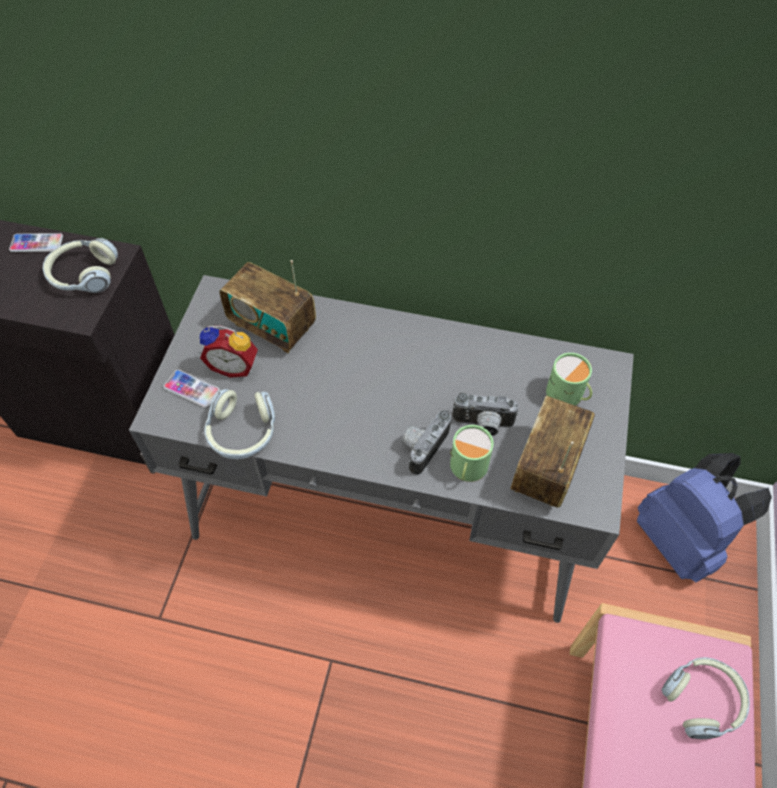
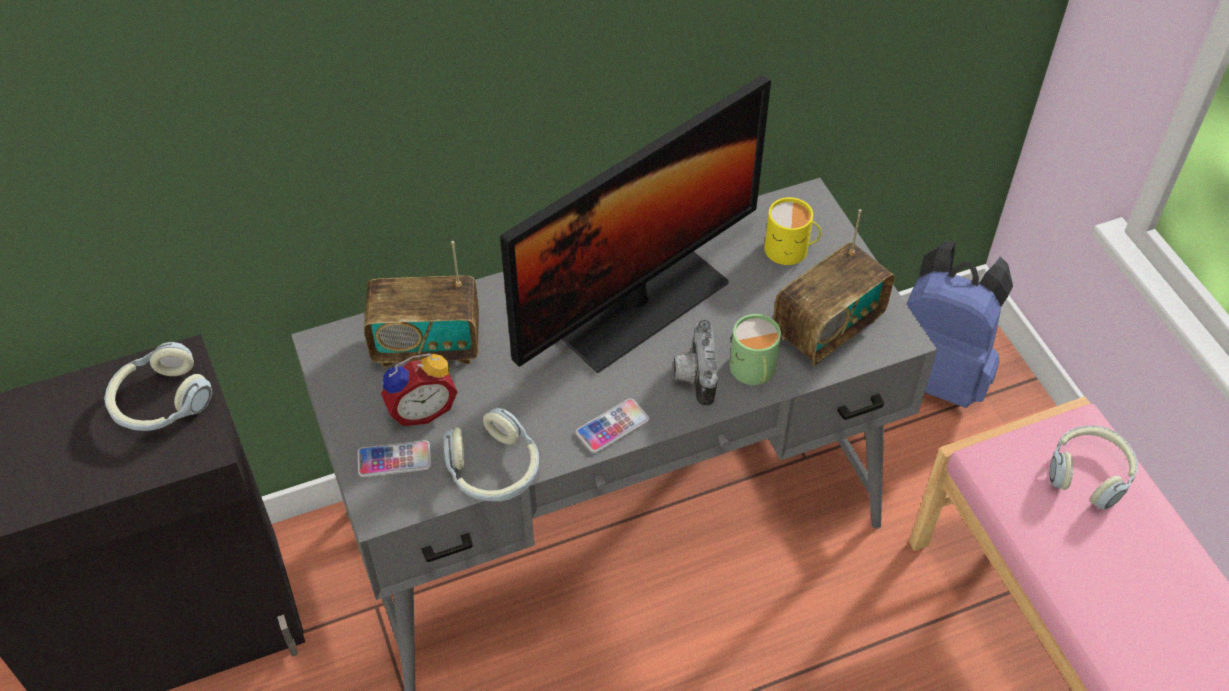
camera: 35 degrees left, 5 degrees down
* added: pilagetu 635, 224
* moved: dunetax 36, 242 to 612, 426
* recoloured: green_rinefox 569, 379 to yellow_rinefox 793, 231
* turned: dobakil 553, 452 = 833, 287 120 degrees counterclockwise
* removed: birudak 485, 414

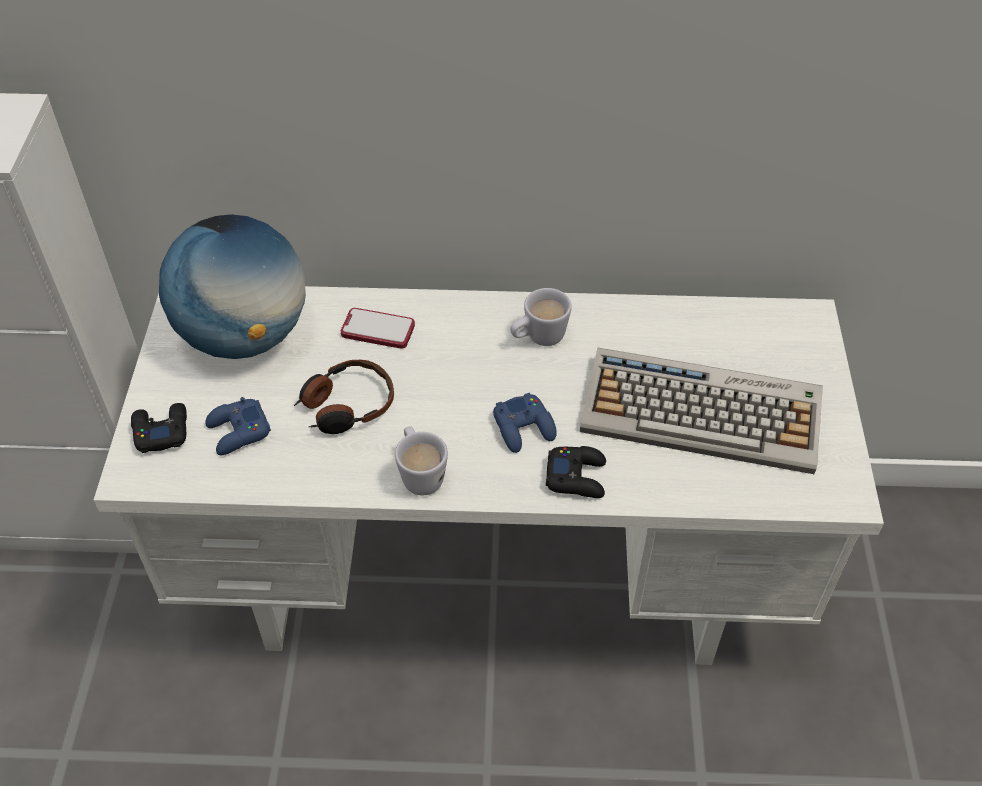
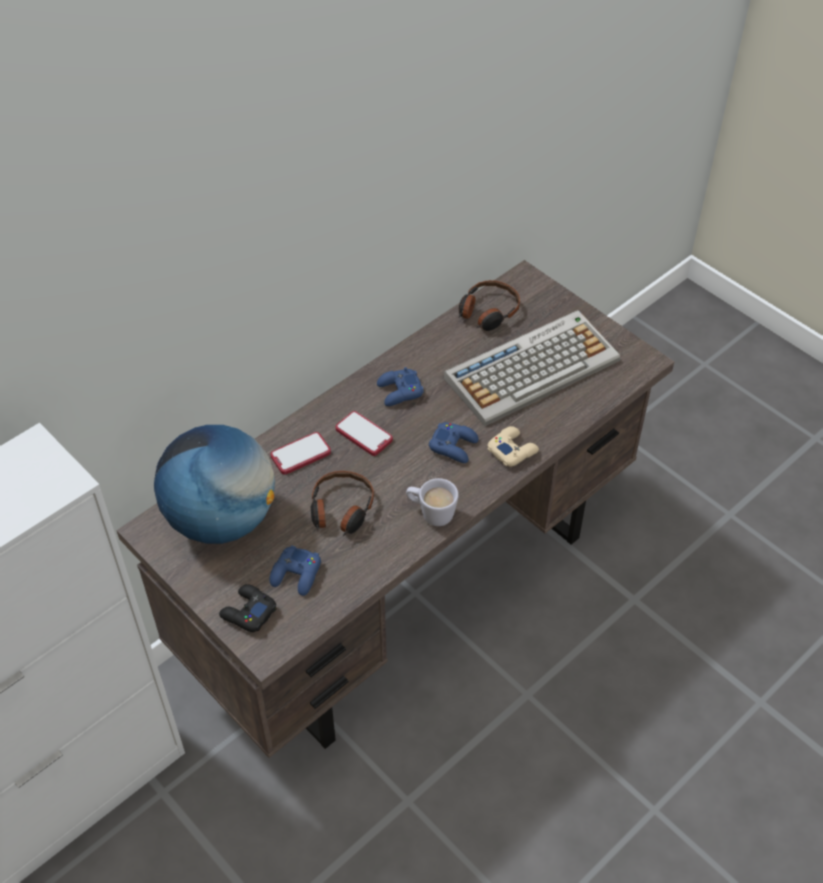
camera: 45 degrees left, 0 degrees up
* recoloured: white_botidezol 489, 475 to brown_botidezol 395, 509
* added: dunetax 364, 433
* replaced: white_rinefox 541, 317 to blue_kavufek 400, 386
* added: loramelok 489, 305
* recoloured: black_kavufek 576, 472 to beige_kavufek 513, 446

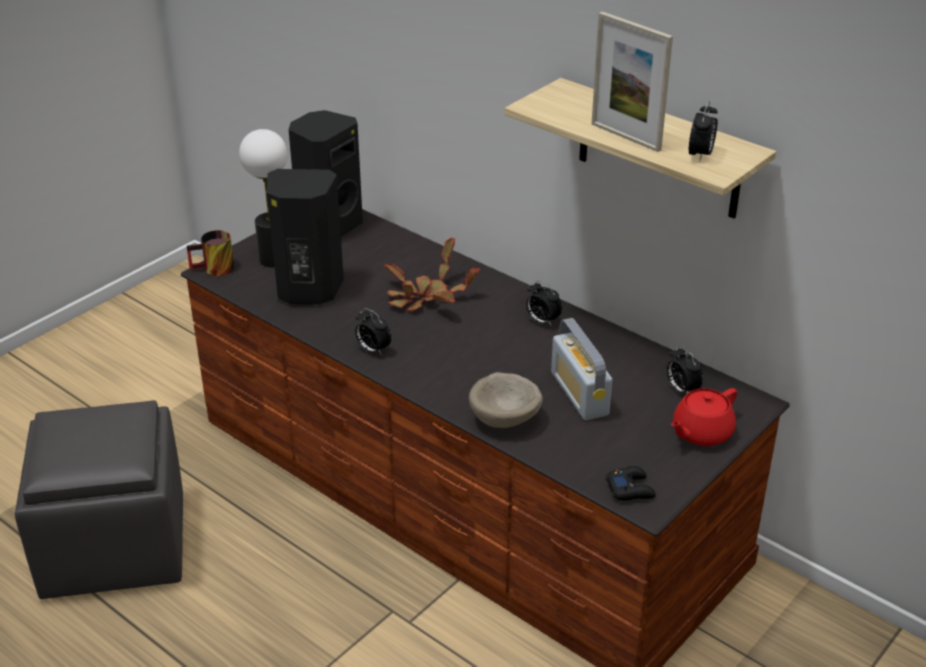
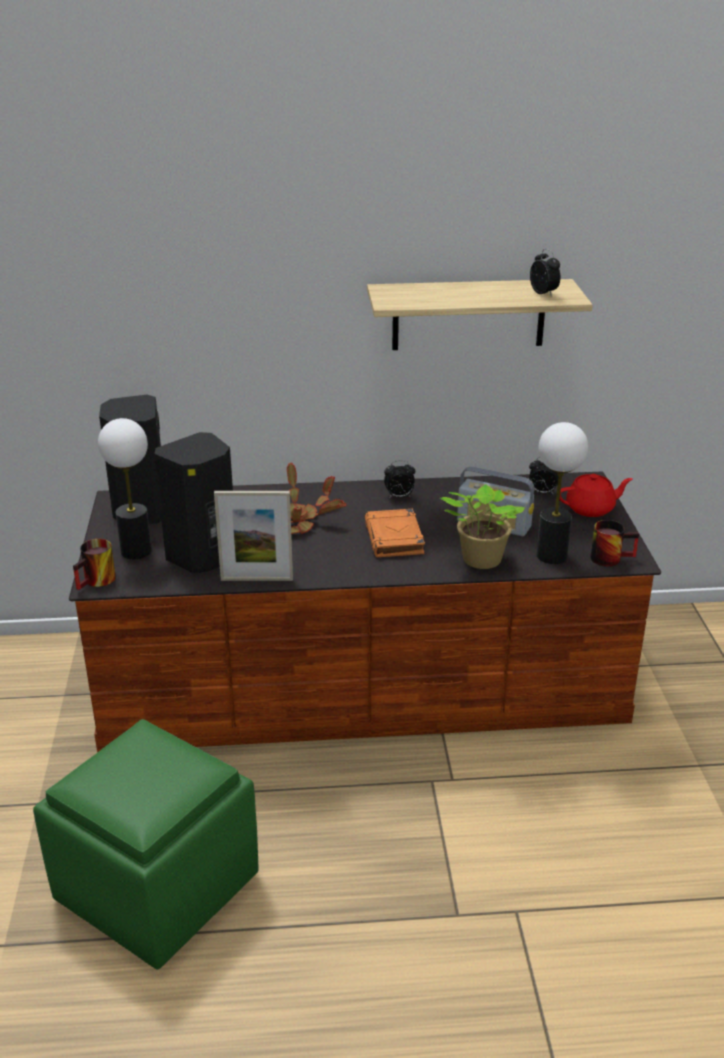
camera: 45 degrees left, 5 degrees down
* recoloured: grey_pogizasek 99, 499 to green_pogizasek 146, 844
* moved: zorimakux 632, 82 to 253, 536
* added: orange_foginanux 395, 533
* replaced: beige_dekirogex 506, 400 to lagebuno 482, 526
* added: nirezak 562, 493
* turned: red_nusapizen 704, 417 = 596, 495 105 degrees counterclockwise
* replaced: black_kavufek 631, 483 to rinefox 614, 543
* removed: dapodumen 373, 332

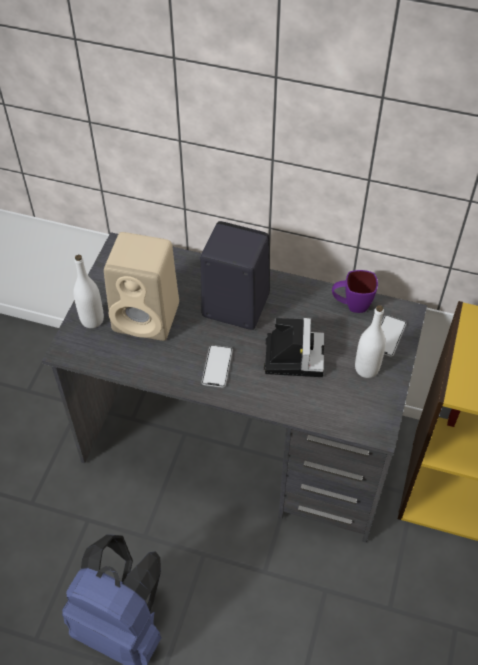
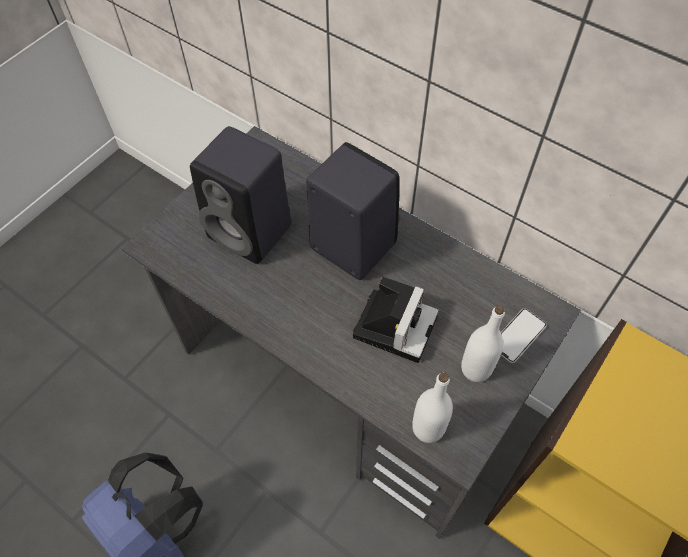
camera: 20 degrees right, 5 degrees up
* recoloured: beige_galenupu 141, 286 to black_galenupu 241, 195
* moved: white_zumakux 88, 291 to 432, 407
* removed: dunetax 217, 366
* removed: purple_rinefox 355, 291

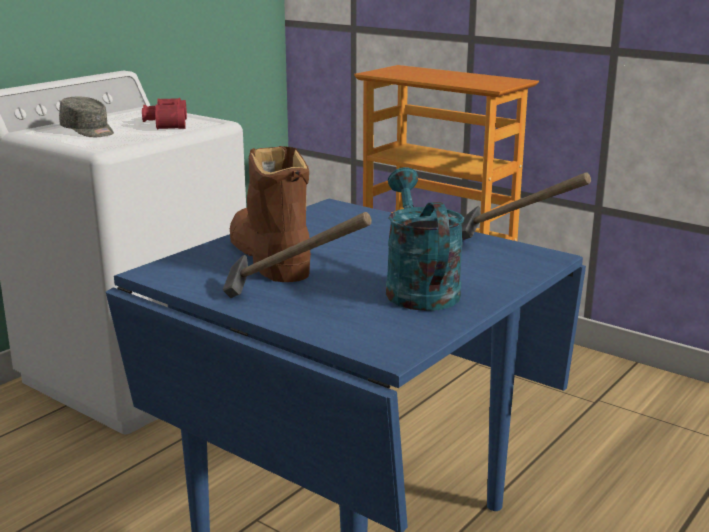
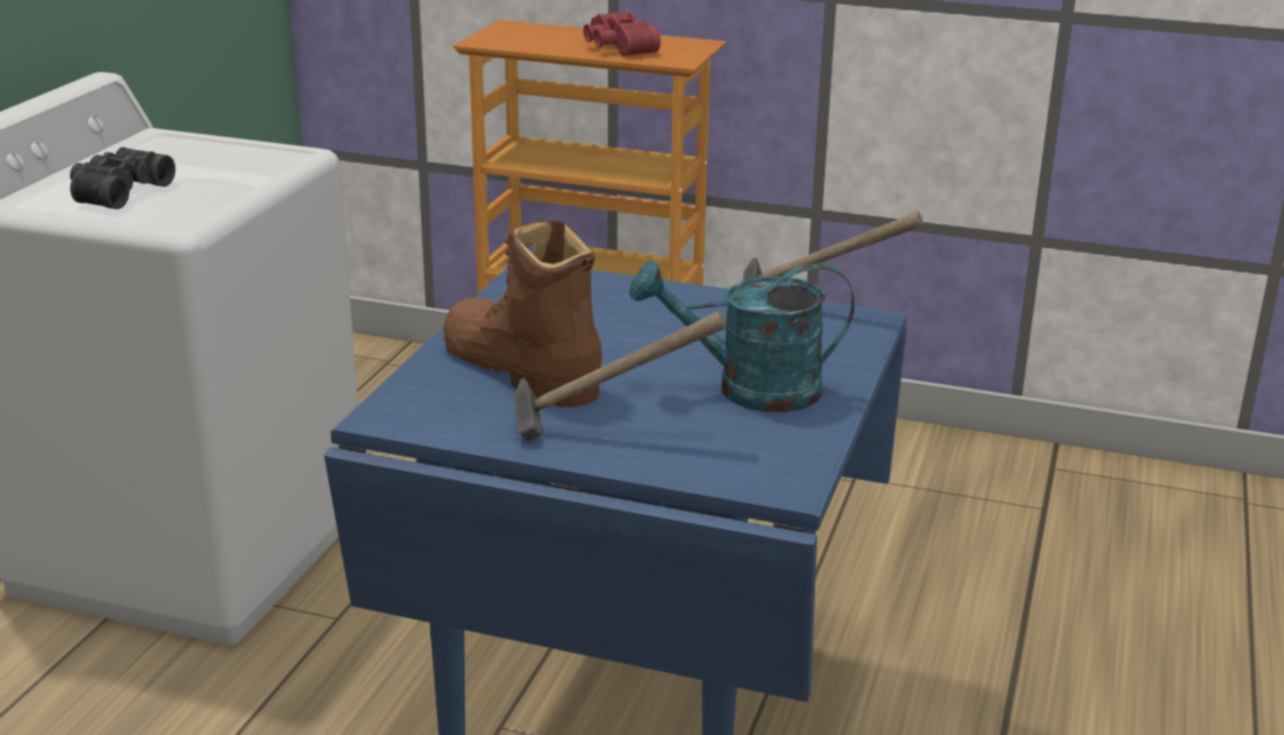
camera: 20 degrees left, 5 degrees up
* replaced: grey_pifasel 86, 117 to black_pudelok 123, 178
* moved: red_pudelok 164, 113 to 622, 33
* turned: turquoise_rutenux 425, 239 = 742, 336 60 degrees counterclockwise

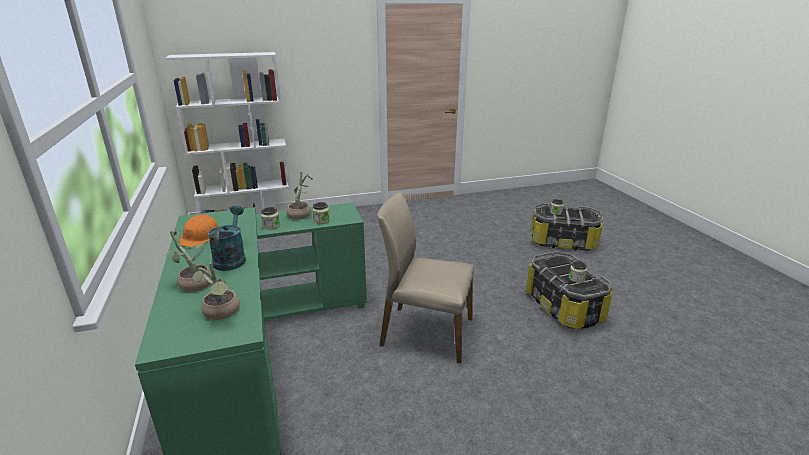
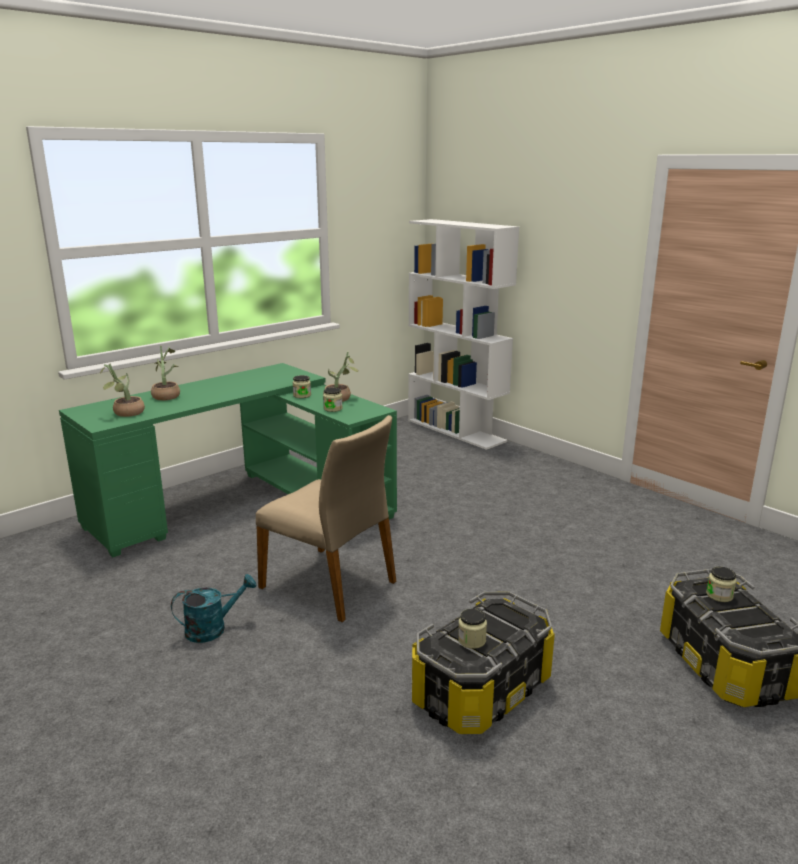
camera: 65 degrees right, 5 degrees down
* moved: turquoise_rutenux 227, 238 to 214, 608
* turned: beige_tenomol 425, 278 = 326, 518 135 degrees clockwise
* removed: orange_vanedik 199, 230

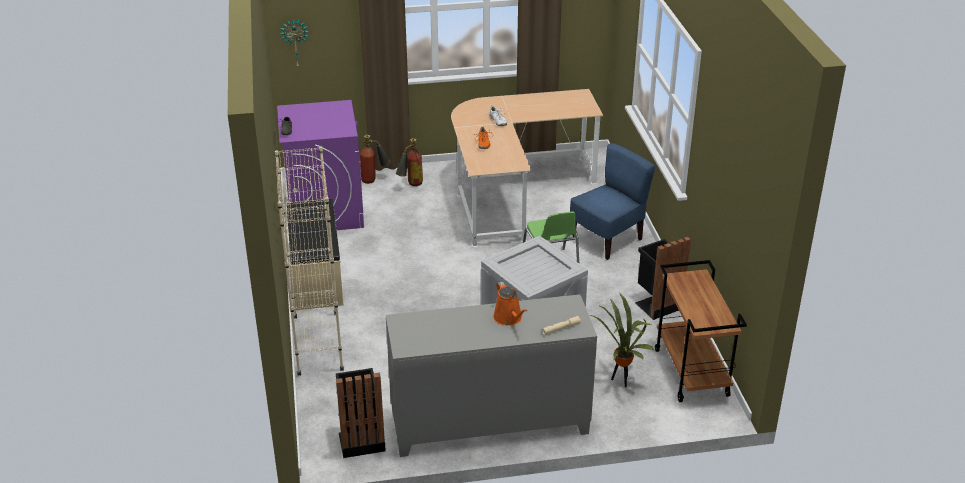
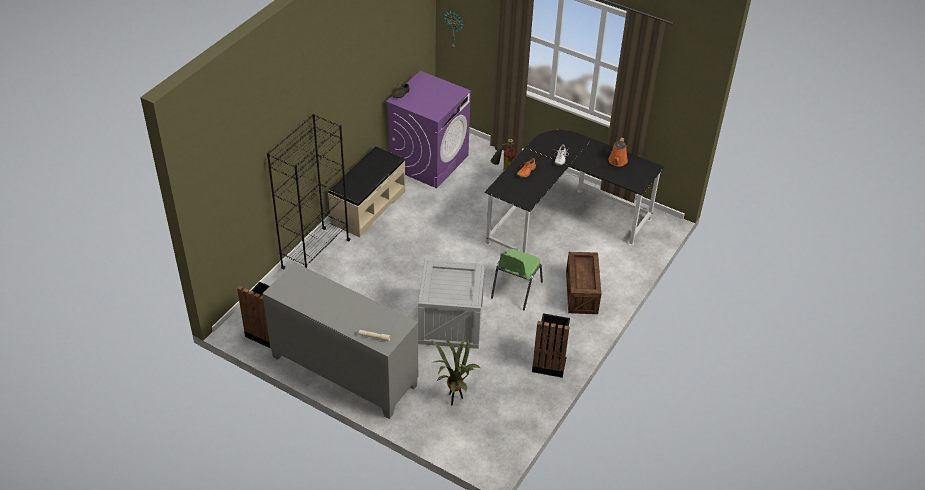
camera: 40 degrees right, 10 degrees up
* recoloured: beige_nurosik 309, 261 to black_nurosik 309, 192
* recoloured: beige_botidezol 527, 168 to black_botidezol 574, 191
* replaced: blue_tenomol 612, 201 to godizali 583, 283
* moved: orange_rutenux 510, 304 to 618, 151
* removed: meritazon 375, 159
* removed: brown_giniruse 701, 331

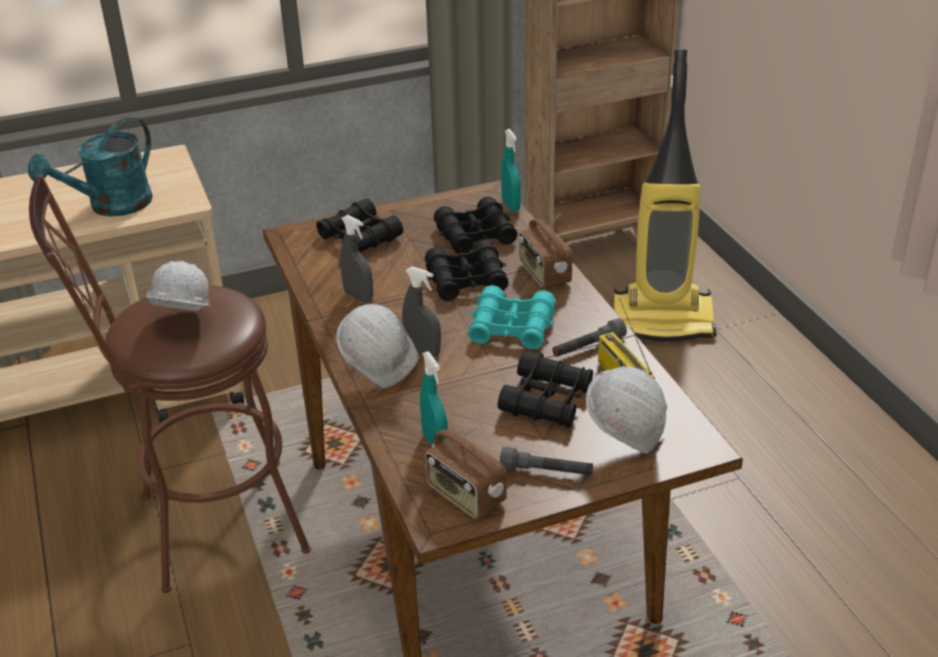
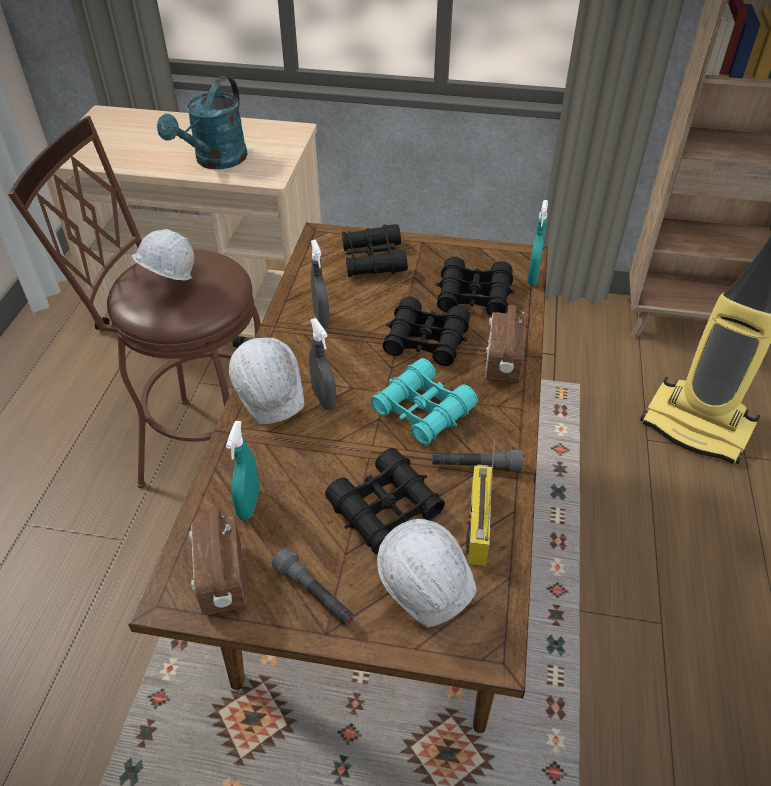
camera: 30 degrees right, 10 degrees up
* turned: turquoise_rutenux 90, 166 = 202, 122 45 degrees counterclockwise

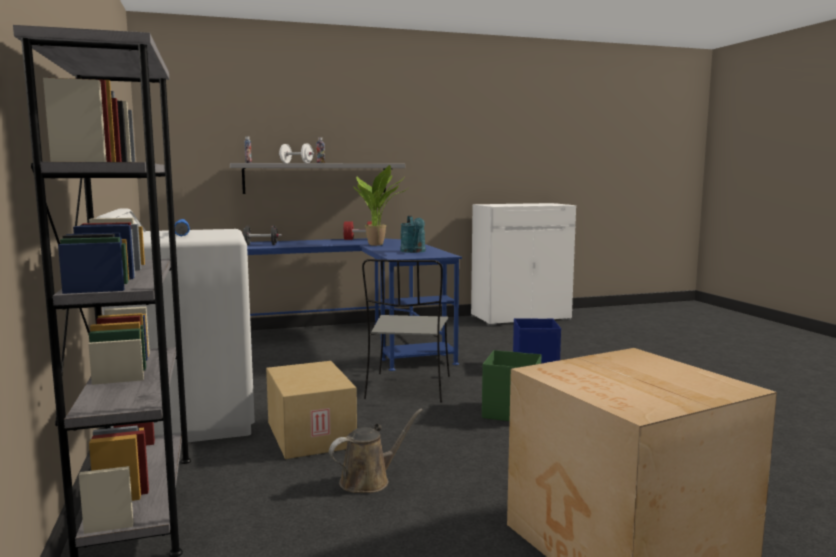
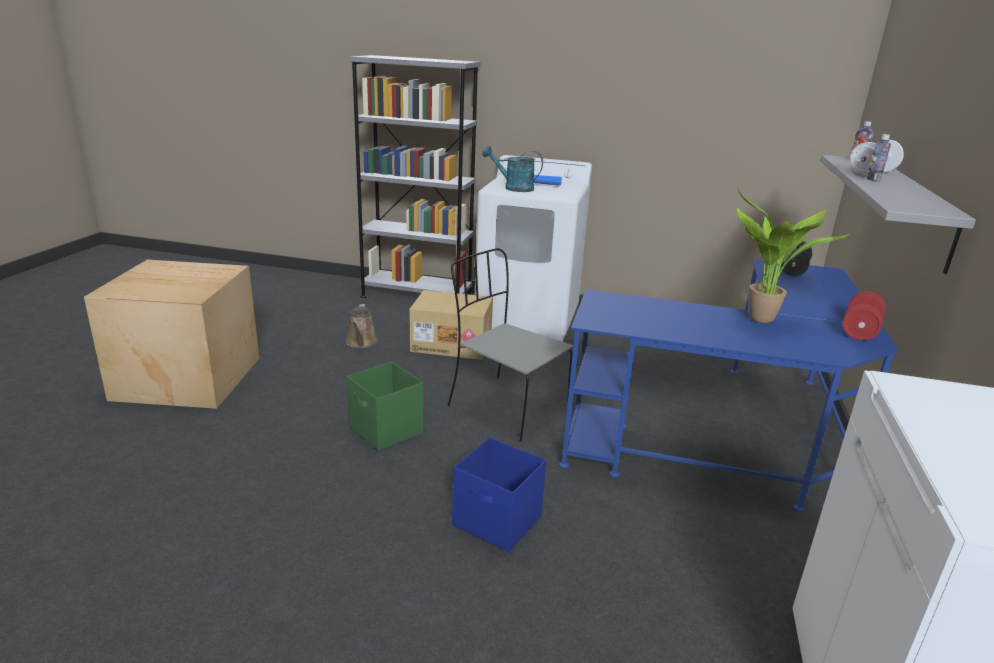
camera: 120 degrees right, 15 degrees up
* moved: turquoise_rutenux 412, 234 to 512, 169

